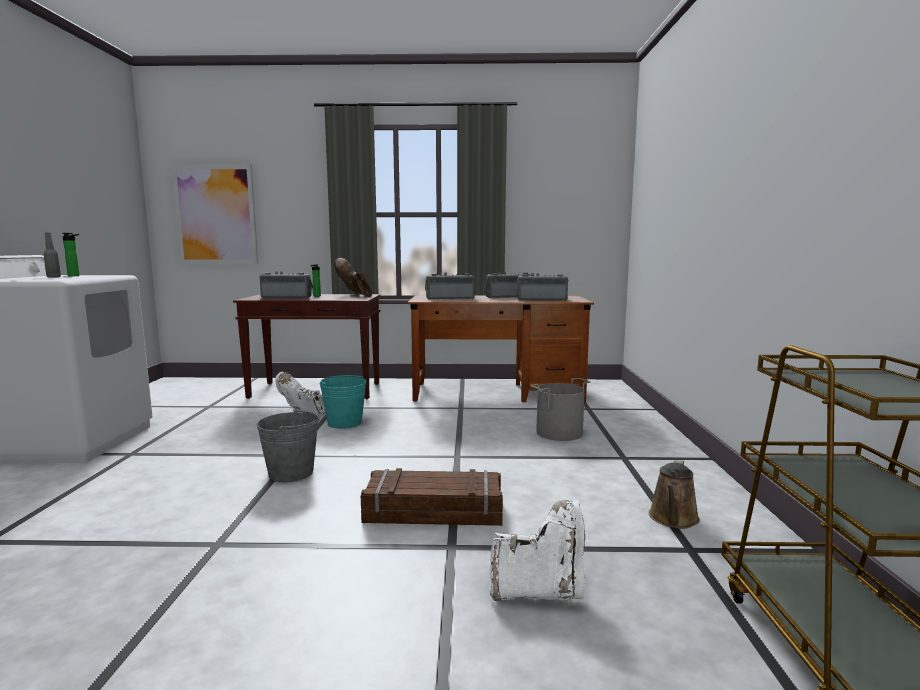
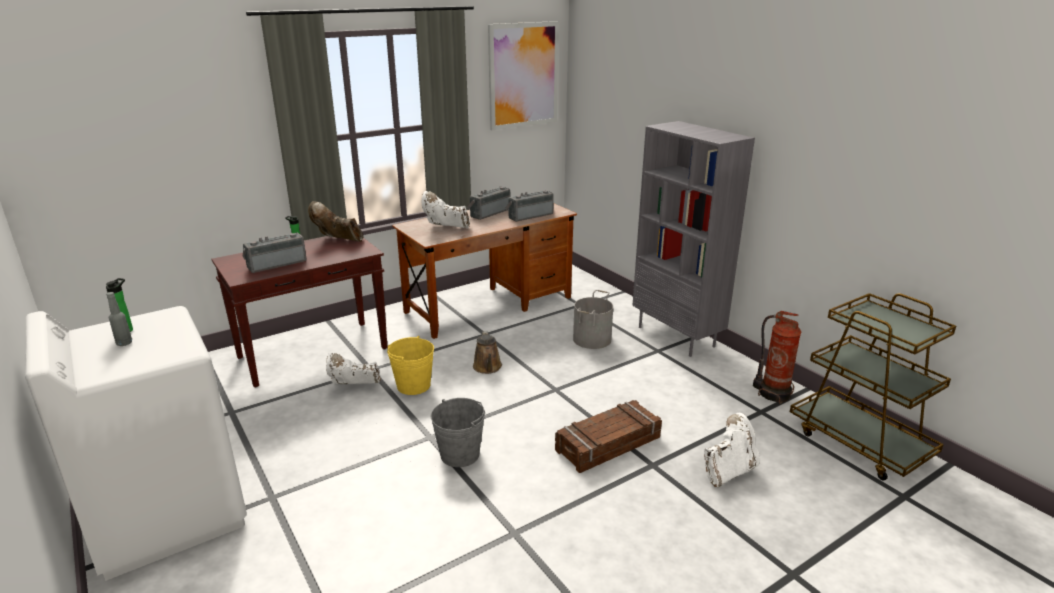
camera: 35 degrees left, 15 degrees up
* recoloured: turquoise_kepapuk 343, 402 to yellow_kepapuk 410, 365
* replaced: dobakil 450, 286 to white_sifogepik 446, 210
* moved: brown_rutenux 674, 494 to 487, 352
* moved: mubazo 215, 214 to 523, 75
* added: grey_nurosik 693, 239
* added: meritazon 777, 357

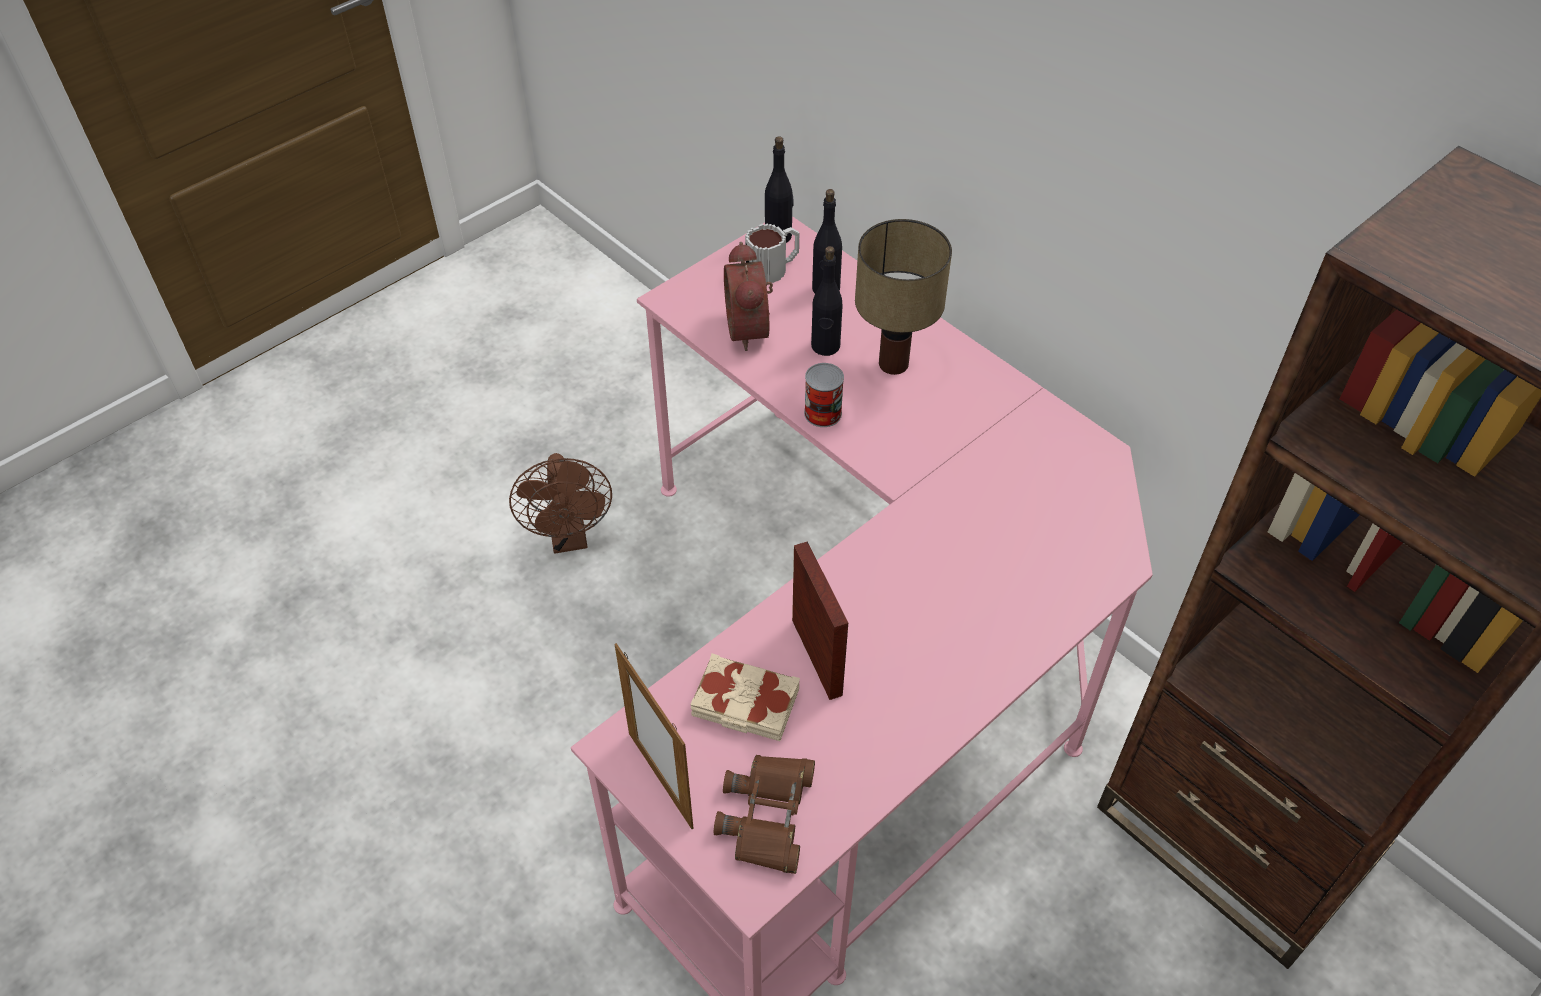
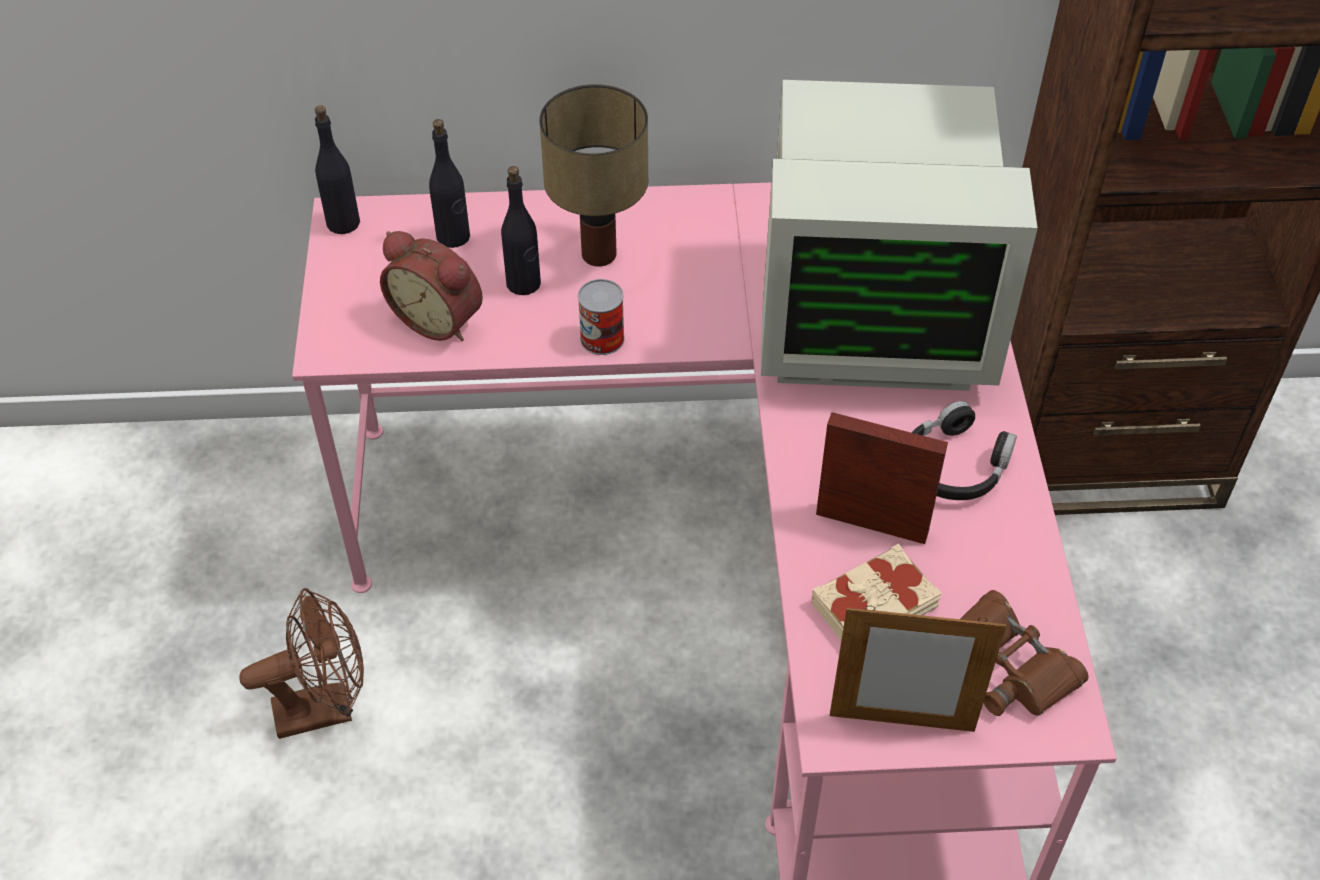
camera: 50 degrees left, 0 degrees up
* turned: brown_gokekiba 560, 503 = 301, 663 45 degrees counterclockwise
* added: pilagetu 899, 235
* added: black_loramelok 964, 450
* removed: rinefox 772, 253

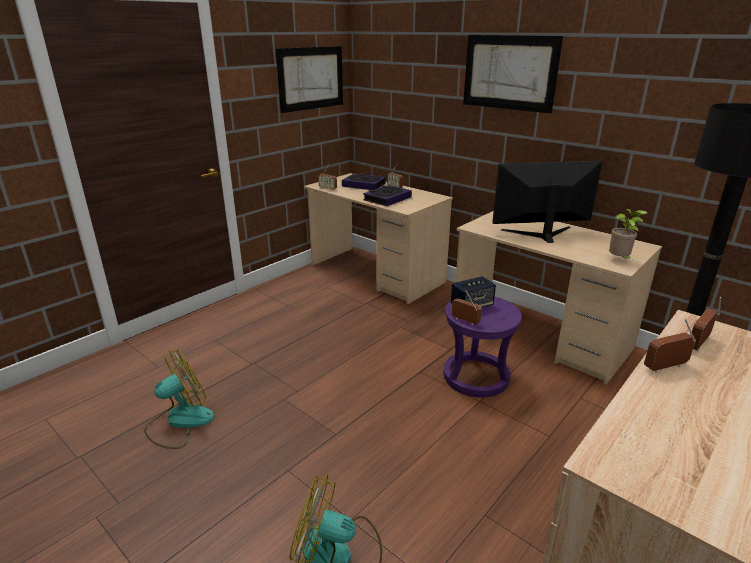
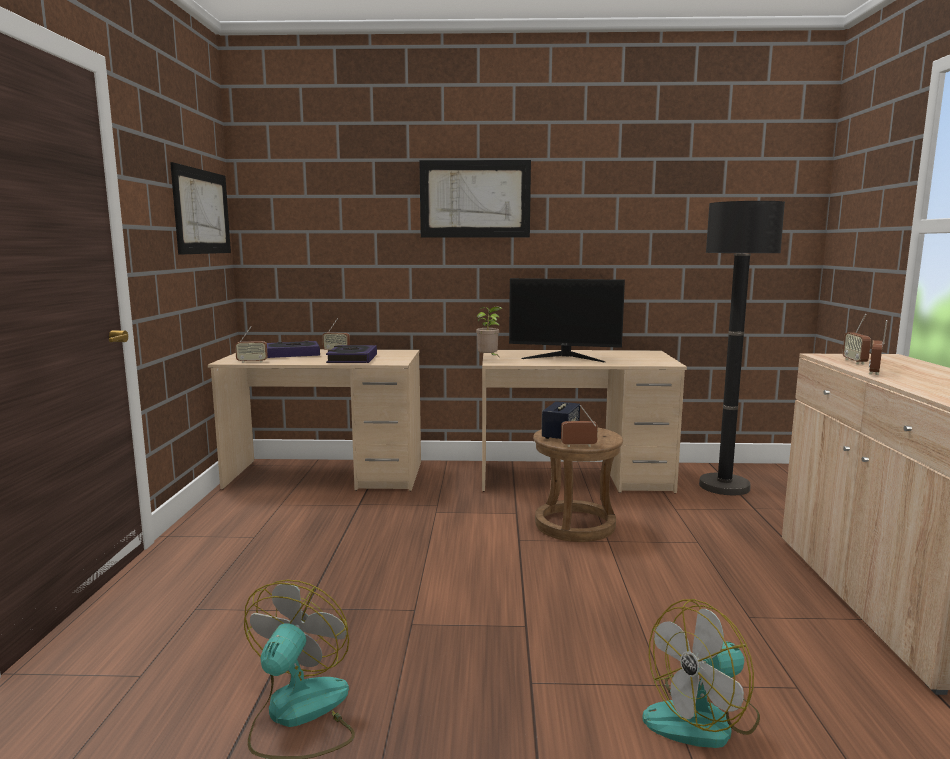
camera: 40 degrees left, 15 degrees down
* moved: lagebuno 628, 234 to 489, 331
* turned: pilagetu 547, 202 = 567, 320 120 degrees counterclockwise
* recoloured: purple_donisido 482, 347 to brown_donisido 578, 485

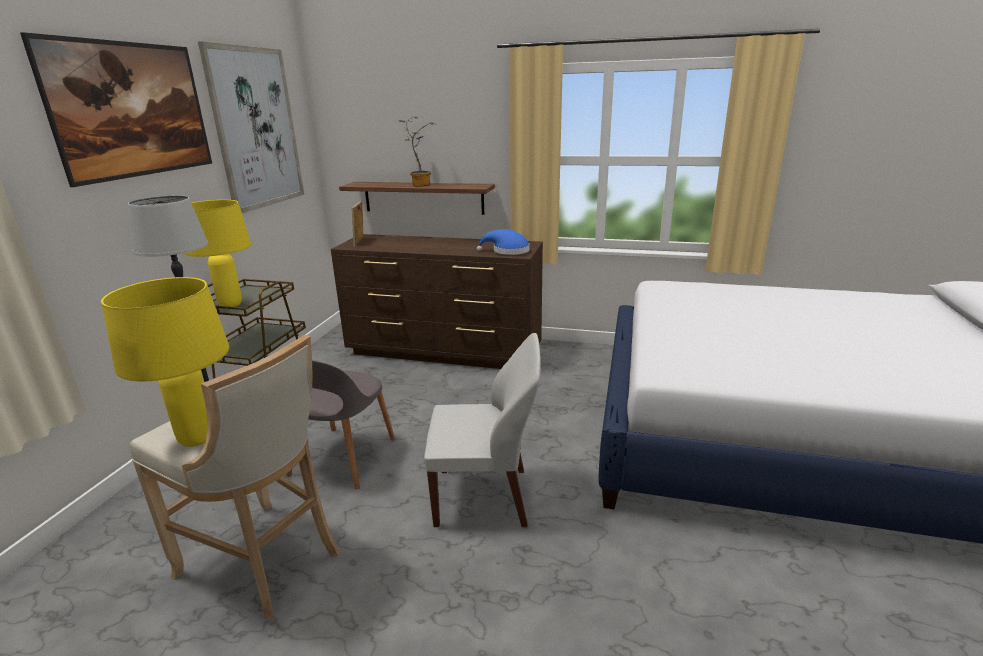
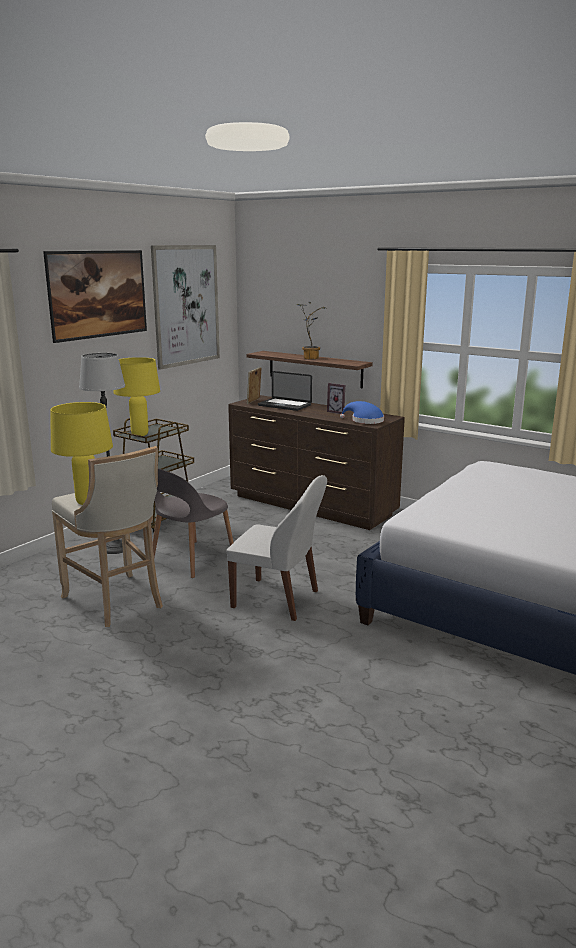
camera: 20 degrees right, 5 degrees down
* added: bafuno 285, 391
* added: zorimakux 336, 398

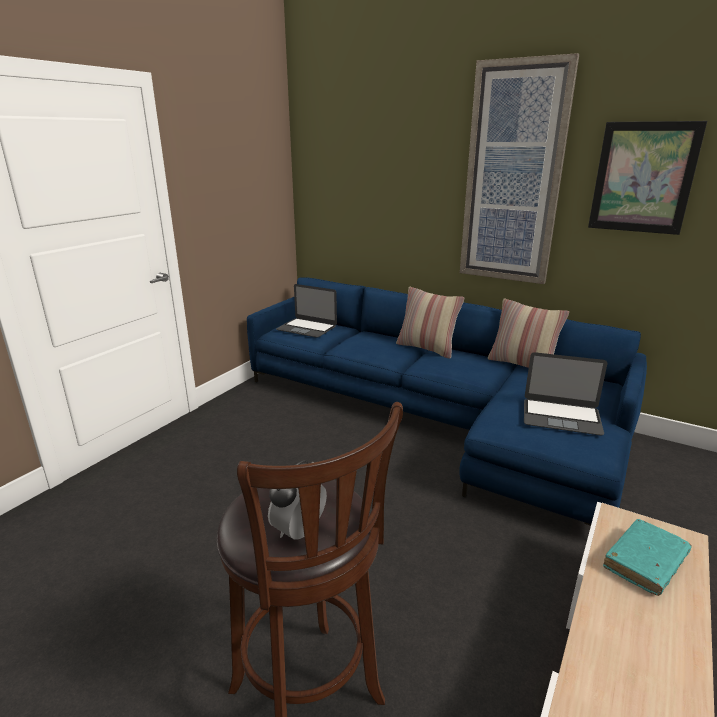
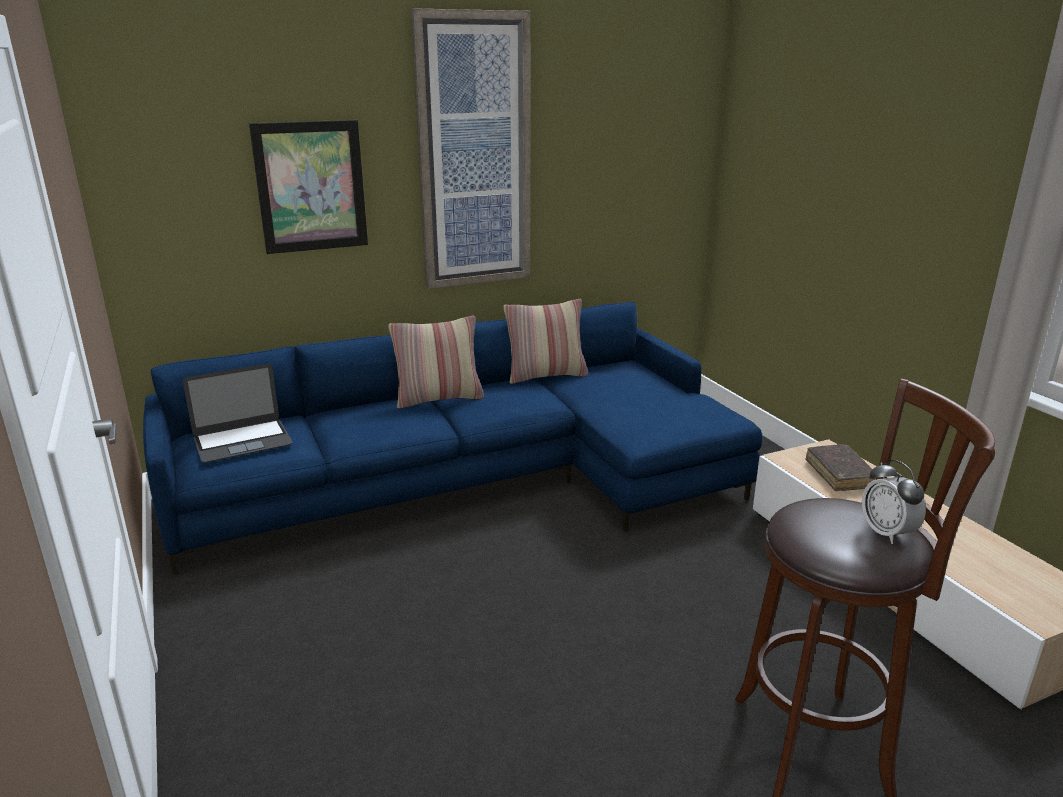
camera: 55 degrees left, 0 degrees up
* moved: mubazo 647, 178 to 308, 187
* recoloured: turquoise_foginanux 647, 557 to brown_foginanux 840, 467
* removed: bafuno 565, 393

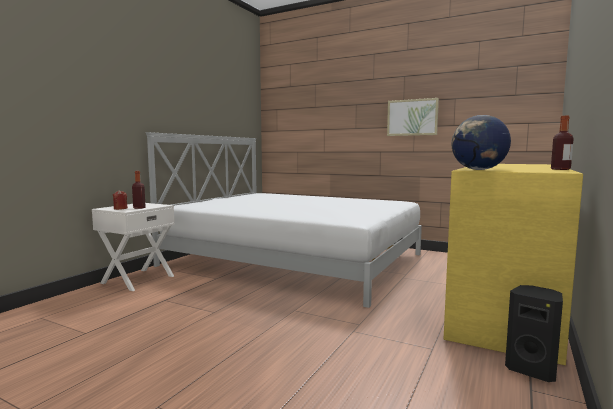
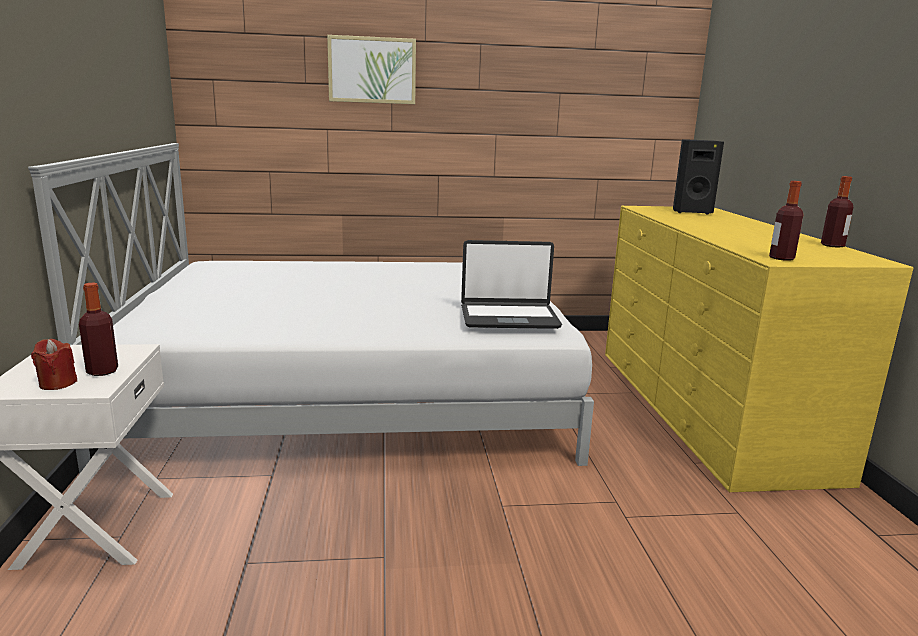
camera: 35 degrees left, 10 degrees up
* moved: mubazo 413, 117 to 371, 69
* added: bafuno 511, 284
* moved: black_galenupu 534, 333 to 698, 177
* replaced: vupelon 481, 142 to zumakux 786, 221

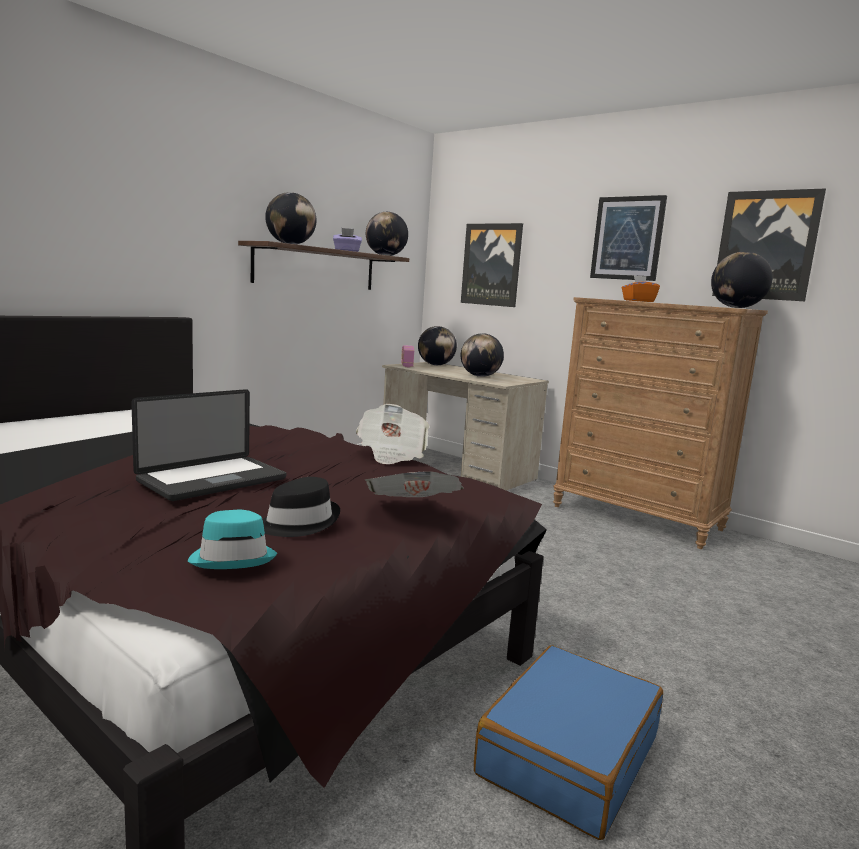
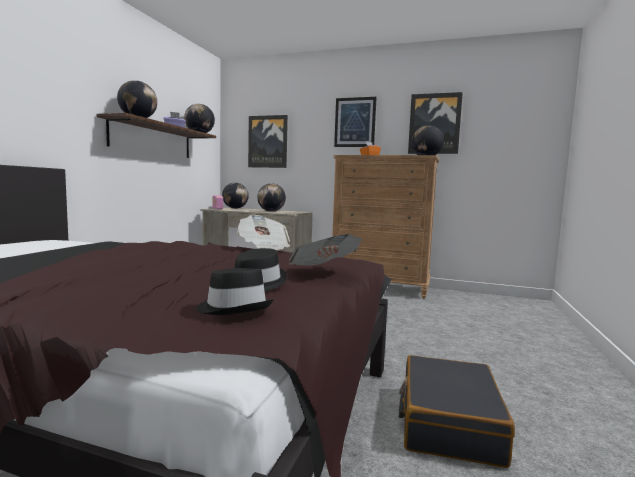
camera: 20 degrees left, 5 degrees down
* recoloured: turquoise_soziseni 232, 539 to black_soziseni 234, 291
* recoloured: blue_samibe 568, 742 to black_samibe 457, 411
* removed: bafuno 208, 445

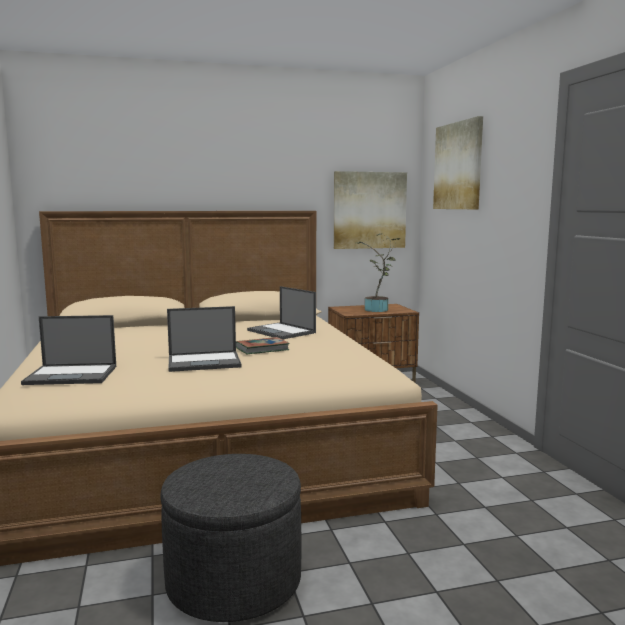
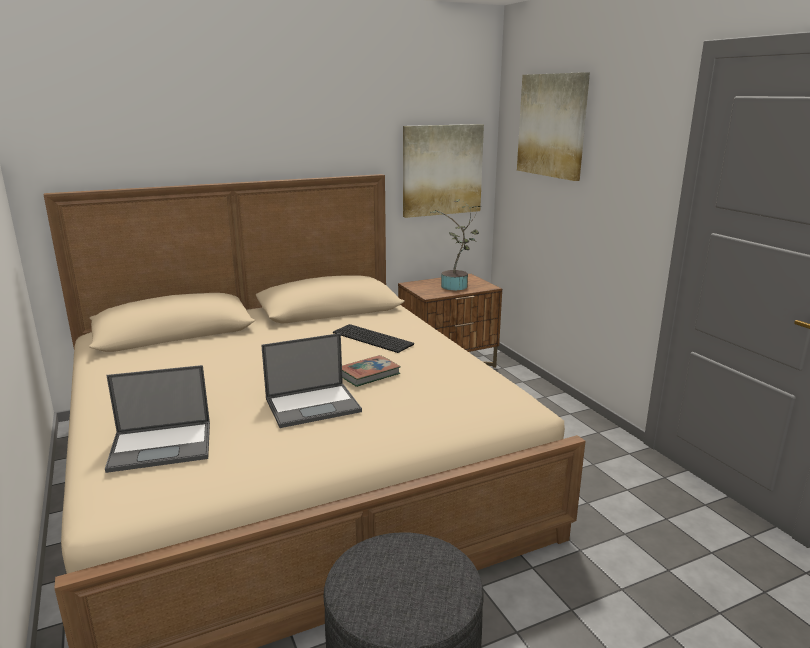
camera: 10 degrees left, 10 degrees up
* replaced: bafuno 281, 312 to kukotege 373, 338

